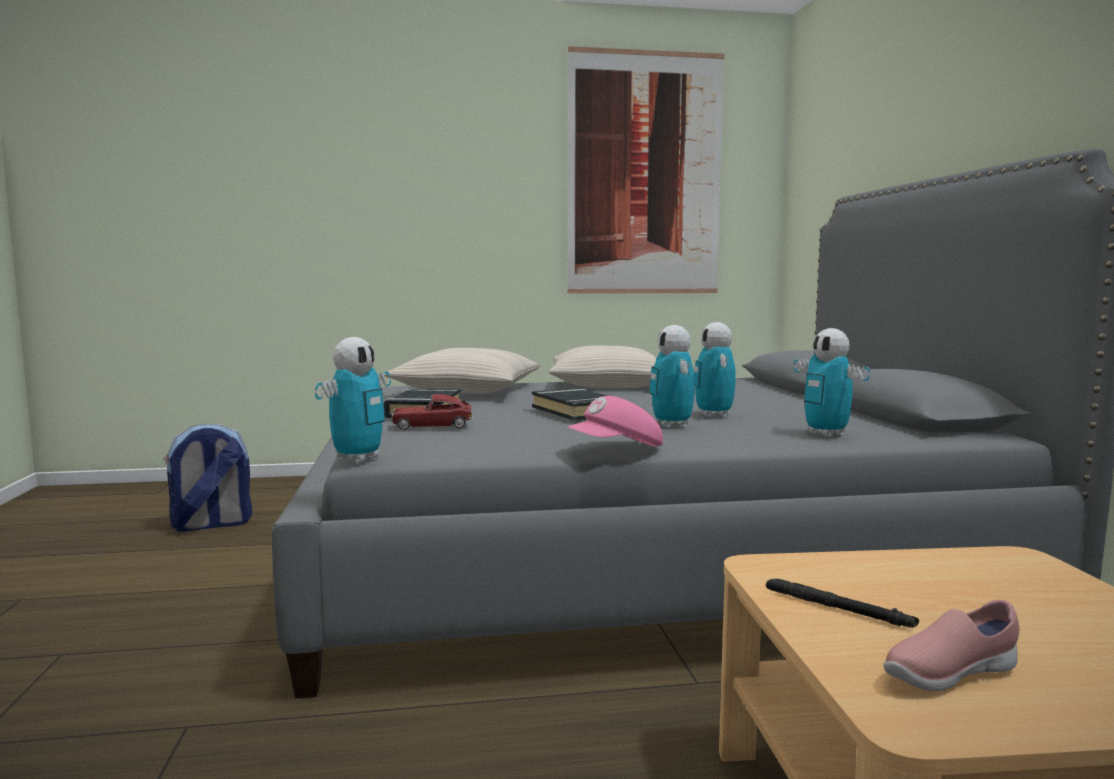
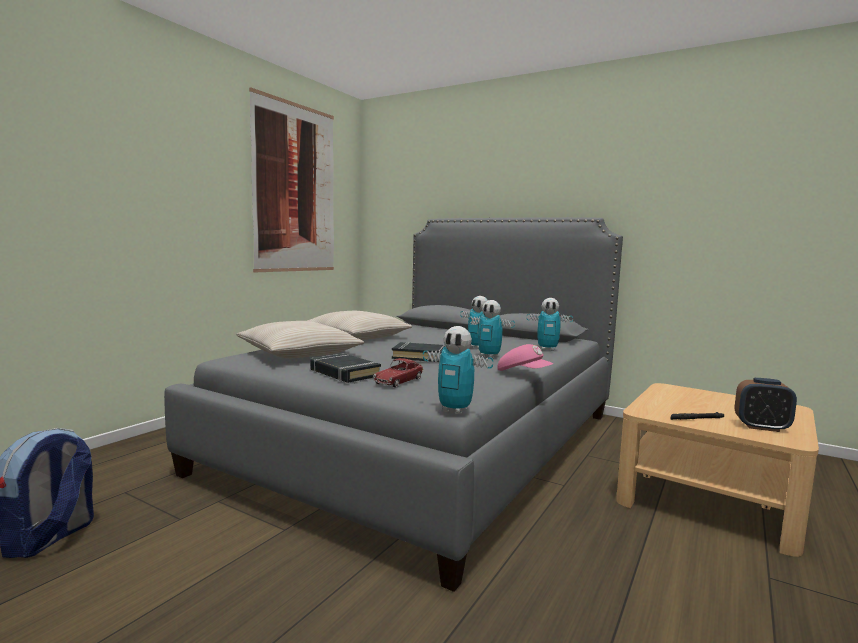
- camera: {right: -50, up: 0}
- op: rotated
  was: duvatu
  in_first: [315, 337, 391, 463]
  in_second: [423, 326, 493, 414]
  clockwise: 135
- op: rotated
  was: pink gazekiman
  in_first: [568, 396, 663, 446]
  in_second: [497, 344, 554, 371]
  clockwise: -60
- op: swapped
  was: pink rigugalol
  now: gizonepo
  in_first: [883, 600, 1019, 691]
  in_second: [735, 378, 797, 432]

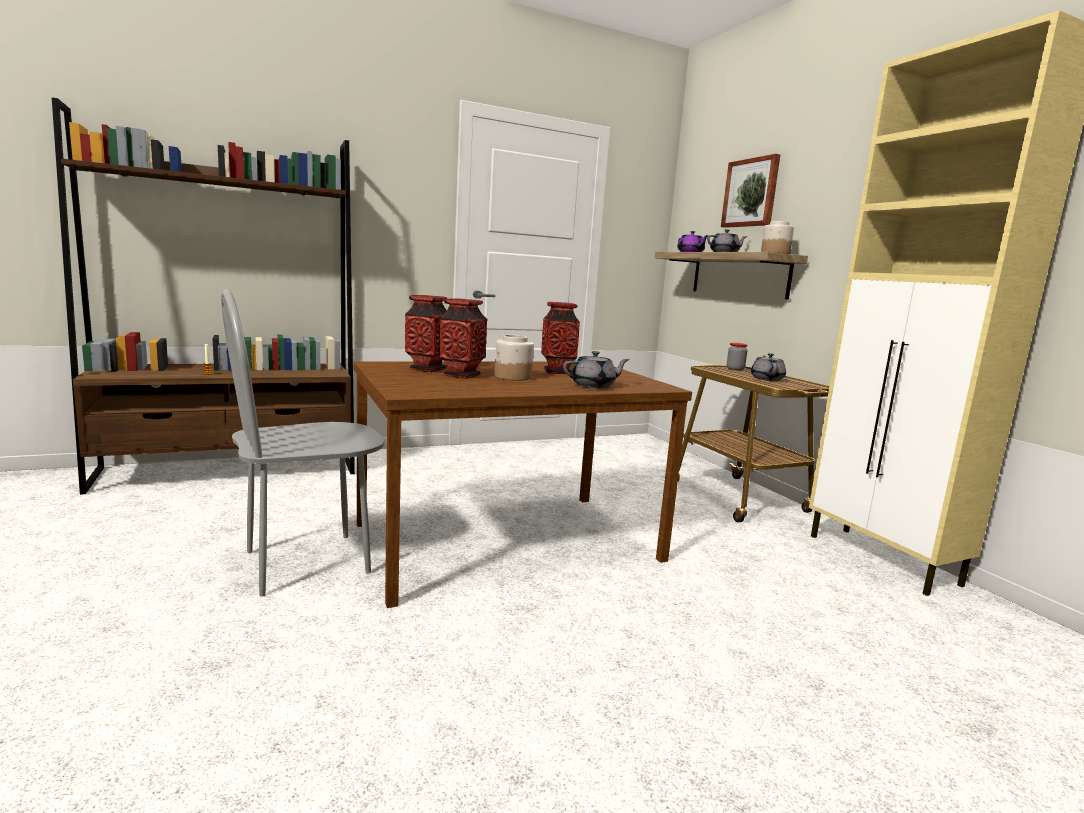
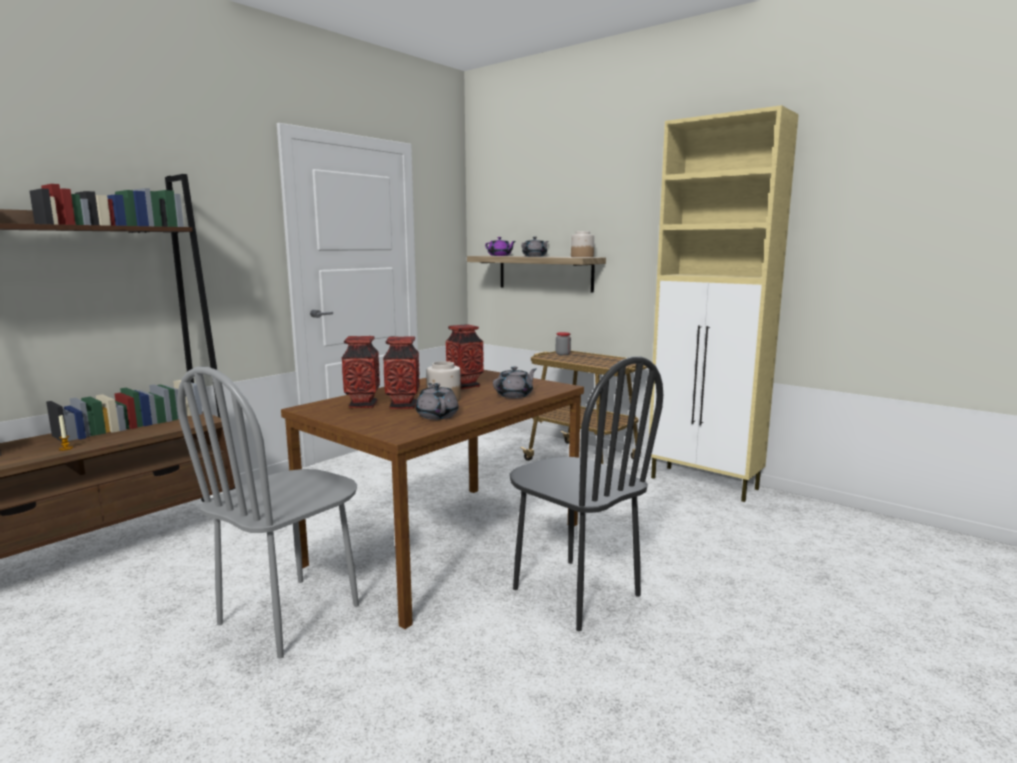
- camera: {right: -25, up: 0}
- op: gone
  was: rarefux
  in_first: [721, 154, 780, 228]
- op: shifted
  was: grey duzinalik
  in_first: [751, 353, 786, 381]
  in_second: [416, 383, 459, 420]
- op: new
  now: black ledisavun
  in_second: [510, 356, 663, 631]

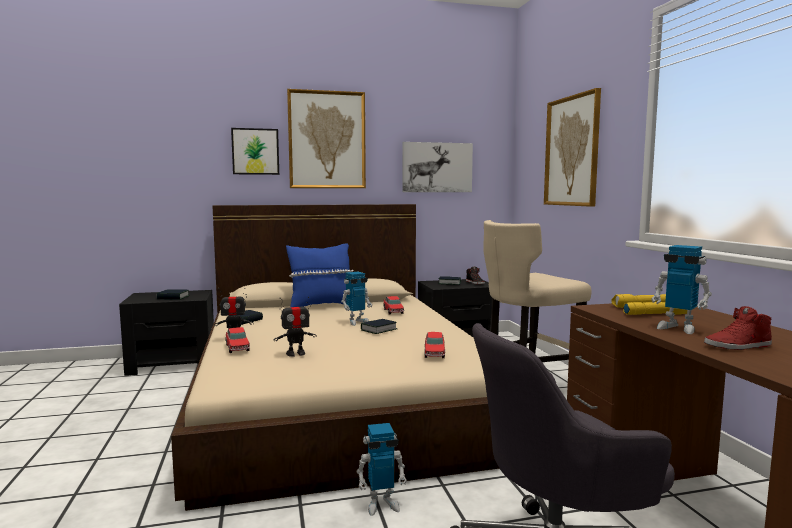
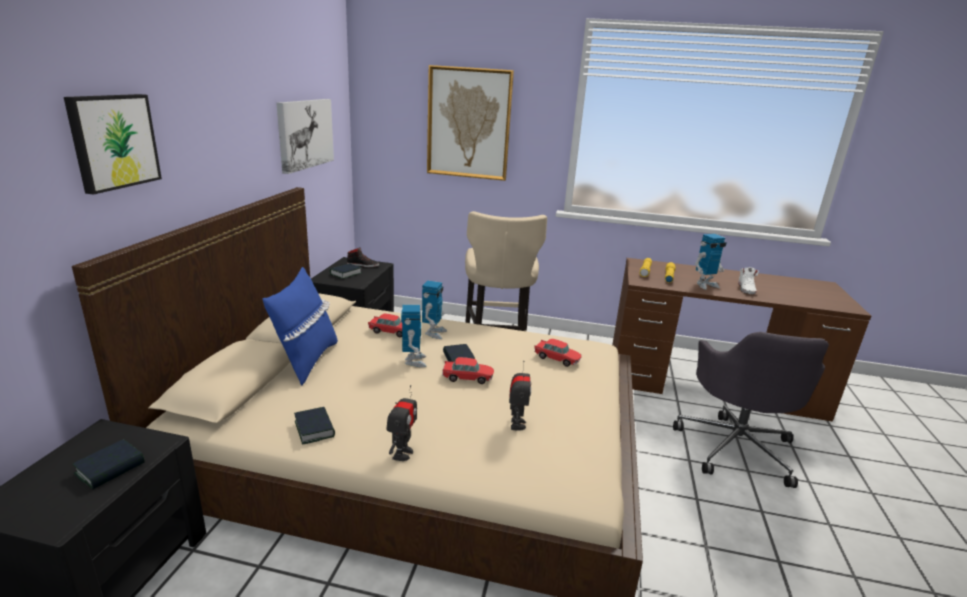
- camera: {right: -65, up: 15}
- op: shifted
  was: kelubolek
  in_first: [226, 327, 250, 353]
  in_second: [442, 357, 494, 384]
- op: gone
  was: rarefux
  in_first: [287, 89, 366, 188]
- op: shifted
  was: duvatu
  in_first: [357, 423, 407, 516]
  in_second: [422, 280, 447, 339]
- op: repainted
  was: red rigugalol
  now: white rigugalol
  in_first: [704, 306, 772, 350]
  in_second: [738, 267, 759, 294]

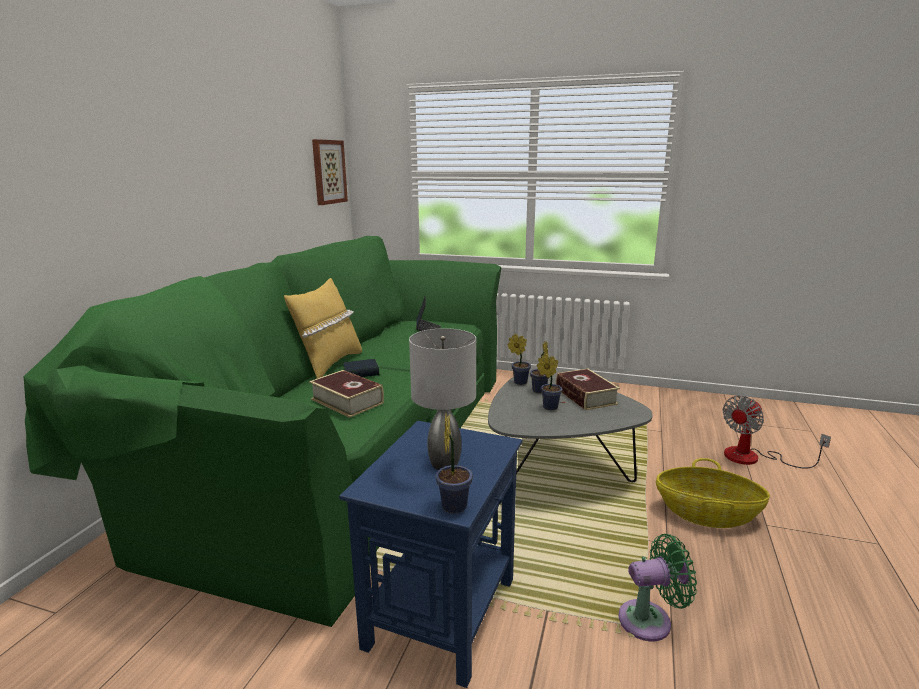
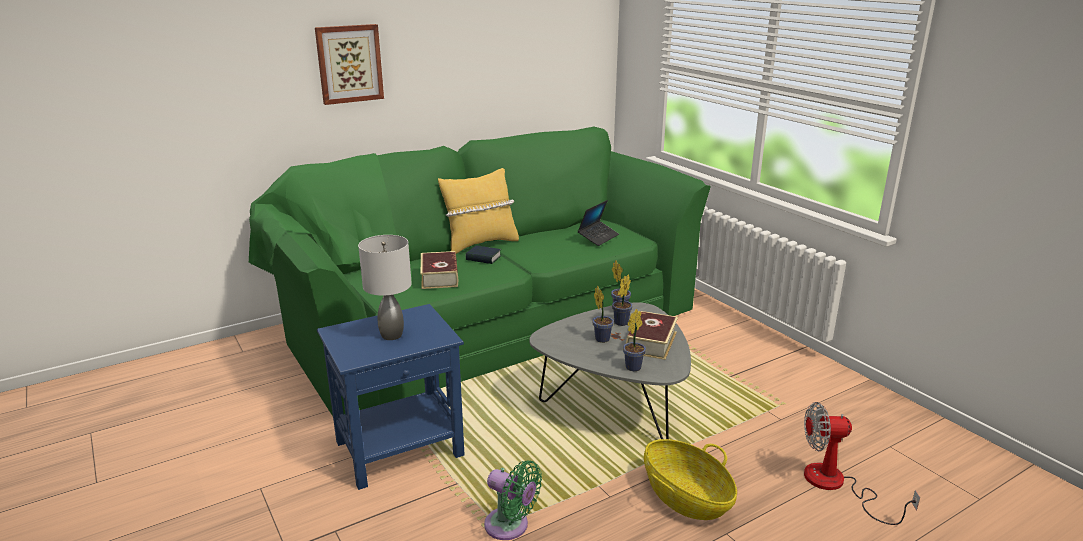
- camera: {right: 40, up: 5}
- op: shifted
  was: rarefux
  in_first: [312, 139, 348, 205]
  in_second: [315, 24, 384, 105]
- op: shifted
  was: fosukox
  in_first: [436, 414, 473, 513]
  in_second: [623, 309, 646, 371]

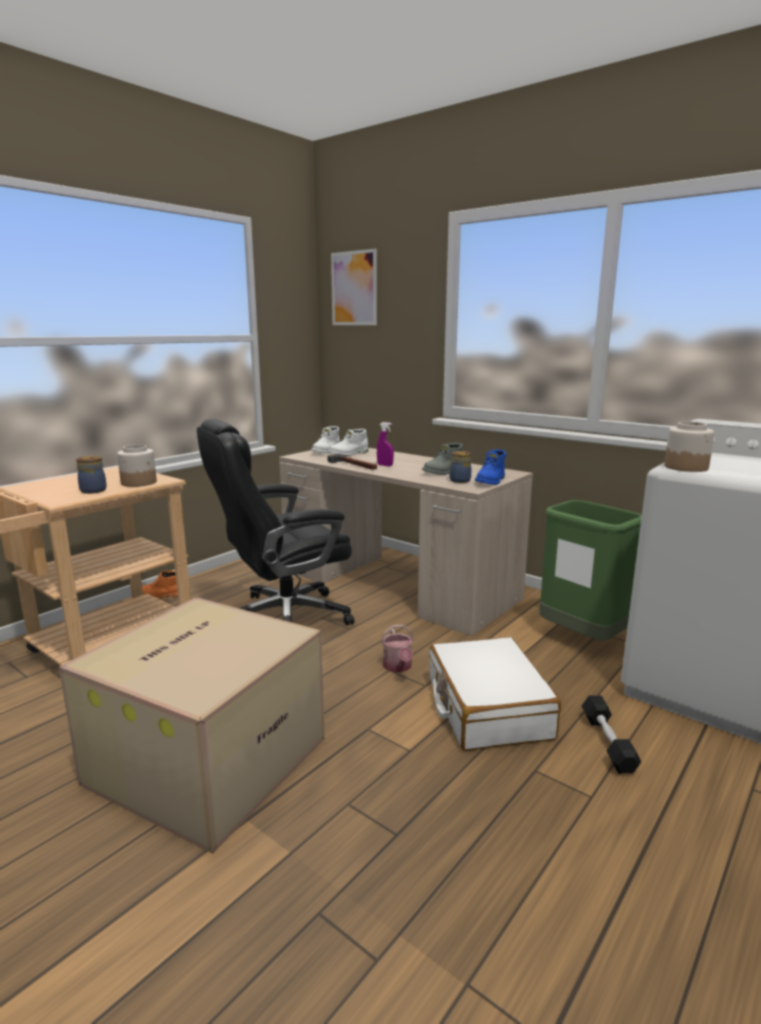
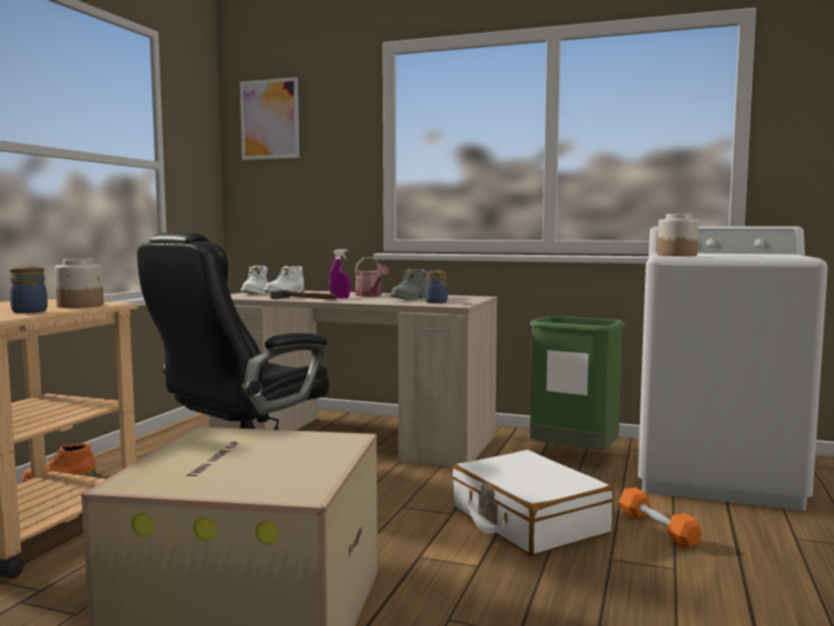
- camera: {right: -20, up: -10}
- op: shifted
  was: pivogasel
  in_first: [381, 625, 414, 673]
  in_second: [355, 257, 388, 297]
- op: gone
  was: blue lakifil
  in_first: [475, 449, 506, 485]
- op: repainted
  was: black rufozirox
  now: orange rufozirox
  in_first: [582, 695, 641, 774]
  in_second: [619, 487, 702, 548]

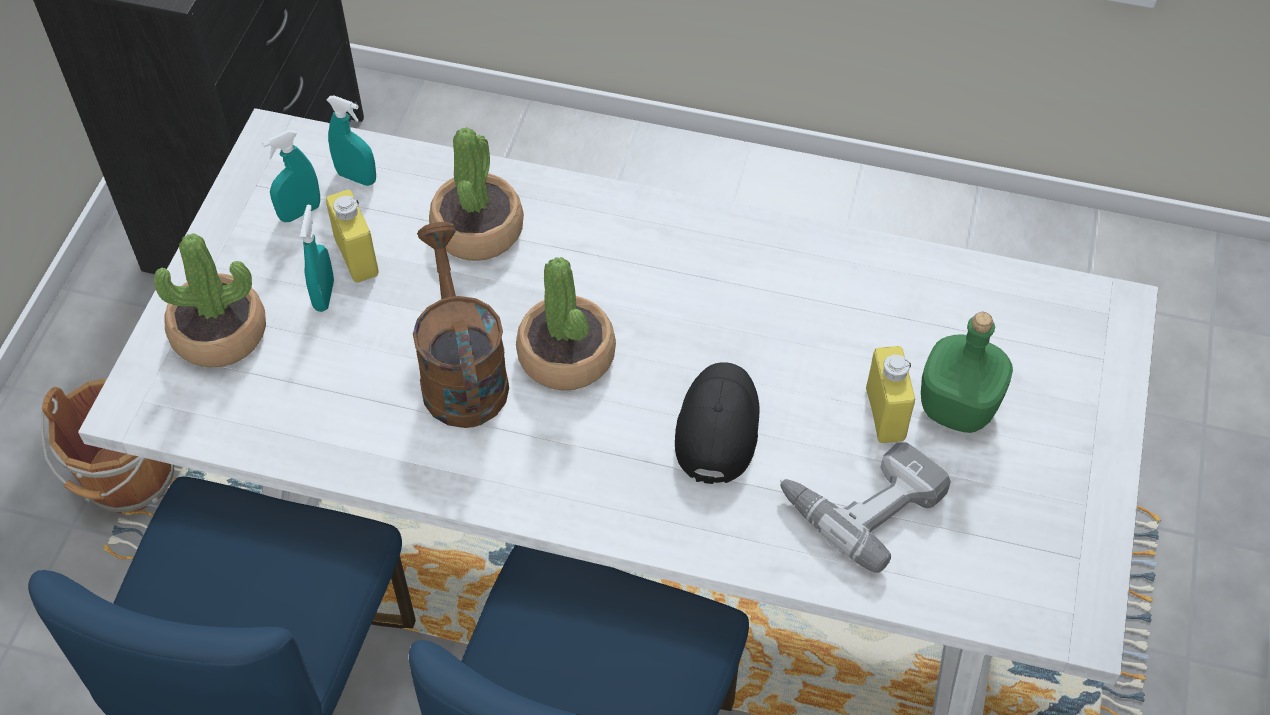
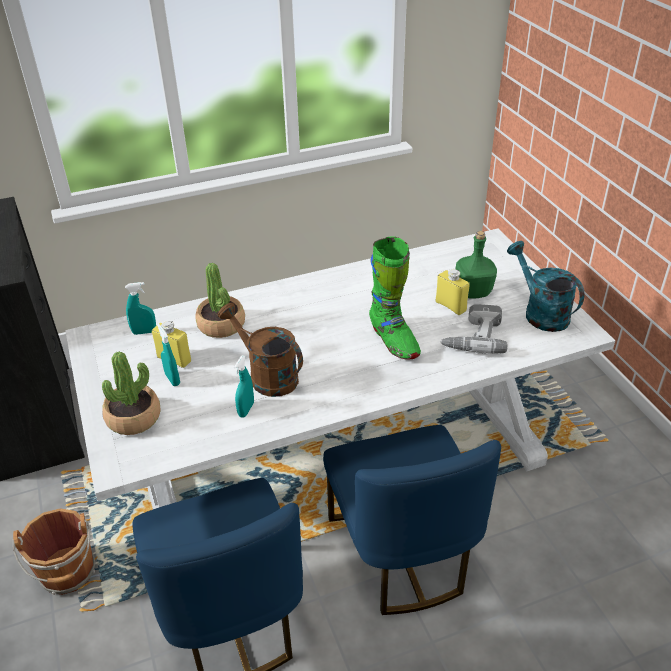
- camera: {right: -35, up: -15}
- op: shifted
  was: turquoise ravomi
  in_first: [262, 130, 320, 222]
  in_second: [234, 355, 254, 418]
- op: gone
  was: fosukox
  in_first: [516, 257, 616, 391]
- op: swapped
  was: black gazekiman
  now: green lakifil
  in_first: [675, 362, 760, 484]
  in_second: [369, 237, 421, 360]
- op: new
  now: turquoise pivogasel
  in_second: [507, 241, 584, 332]

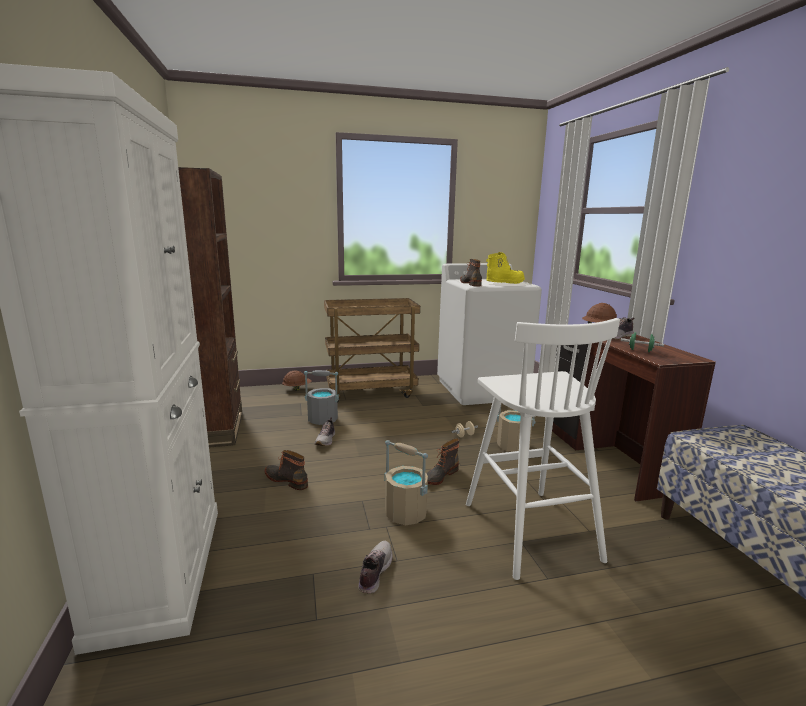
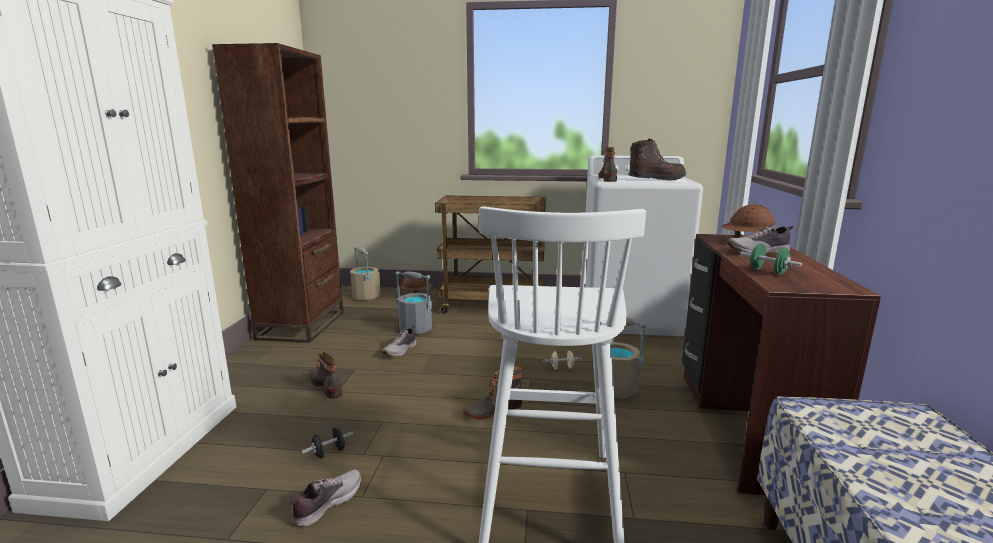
- camera: {right: 20, up: 0}
- op: shifted
  was: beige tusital
  in_first: [384, 440, 428, 525]
  in_second: [350, 246, 381, 300]
- op: repainted
  was: yellow lakifil
  now: brown lakifil
  in_first: [486, 252, 525, 284]
  in_second: [629, 139, 686, 180]
- op: new
  now: black rufozirox
  in_second: [301, 427, 354, 459]

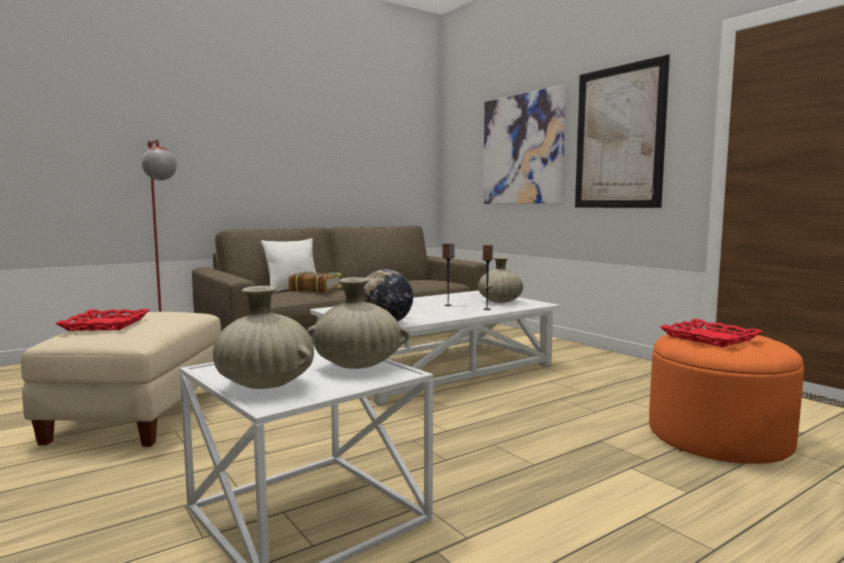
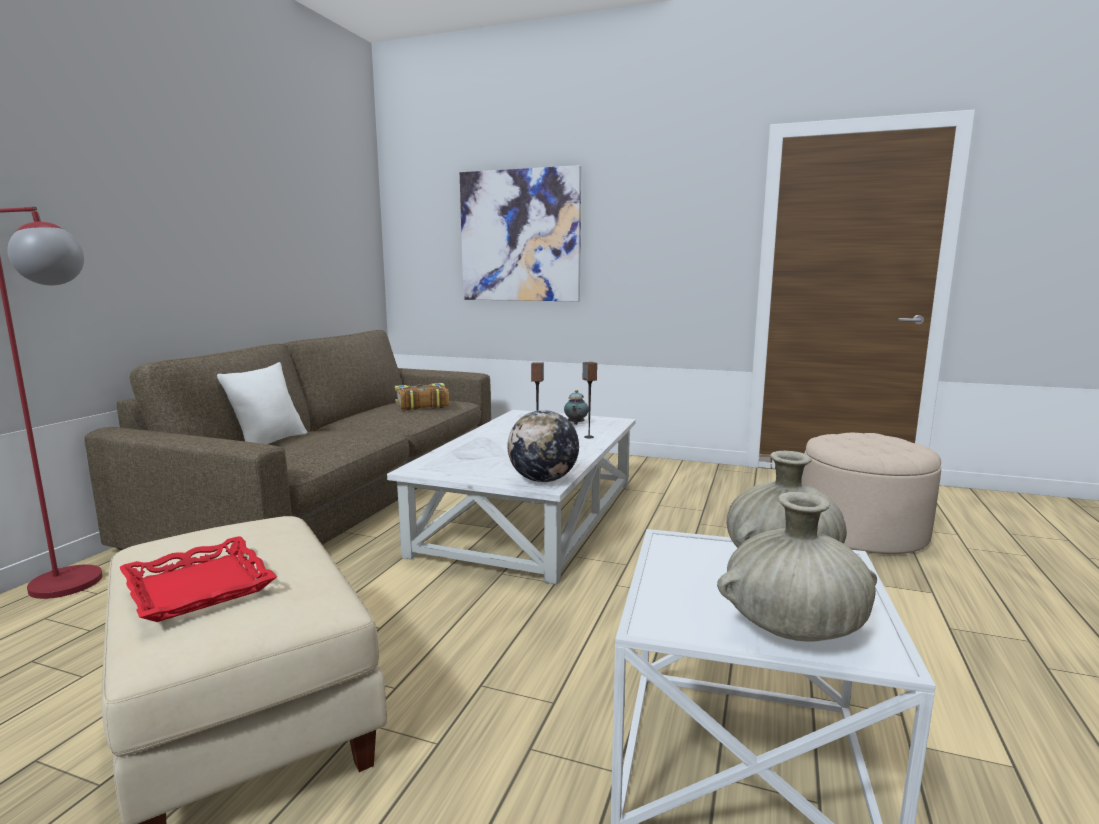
- camera: {right: -35, up: 5}
- op: shifted
  was: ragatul
  in_first: [288, 271, 342, 292]
  in_second: [395, 383, 449, 410]
- op: swapped
  was: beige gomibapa
  now: duzinalik
  in_first: [478, 257, 523, 303]
  in_second: [564, 390, 589, 425]
- op: gone
  was: rarefux
  in_first: [575, 54, 670, 208]
- op: repainted
  was: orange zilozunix
  now: beige zilozunix
  in_first: [649, 333, 804, 464]
  in_second: [801, 433, 941, 554]
- op: gone
  was: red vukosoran
  in_first: [660, 319, 763, 347]

